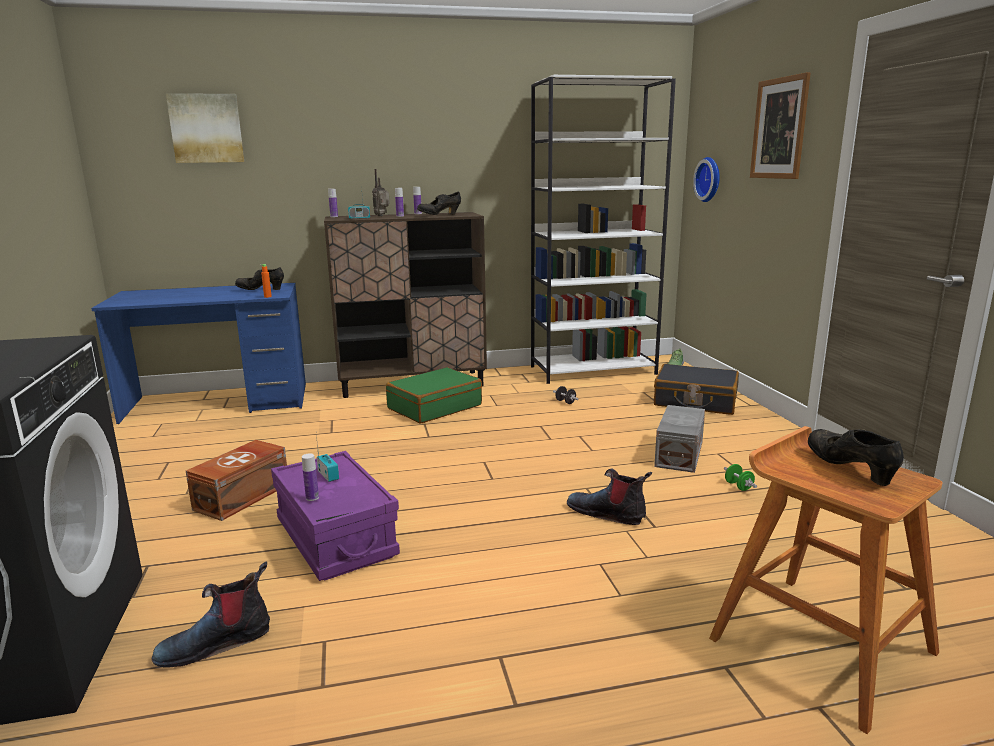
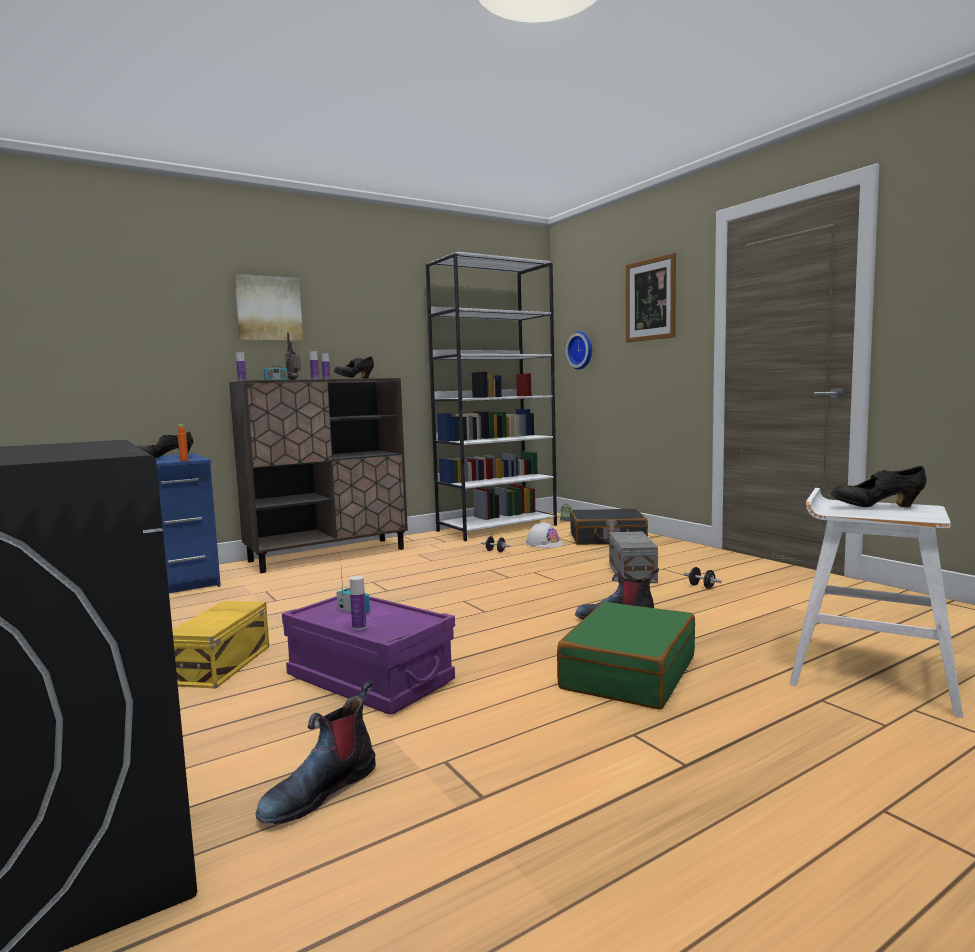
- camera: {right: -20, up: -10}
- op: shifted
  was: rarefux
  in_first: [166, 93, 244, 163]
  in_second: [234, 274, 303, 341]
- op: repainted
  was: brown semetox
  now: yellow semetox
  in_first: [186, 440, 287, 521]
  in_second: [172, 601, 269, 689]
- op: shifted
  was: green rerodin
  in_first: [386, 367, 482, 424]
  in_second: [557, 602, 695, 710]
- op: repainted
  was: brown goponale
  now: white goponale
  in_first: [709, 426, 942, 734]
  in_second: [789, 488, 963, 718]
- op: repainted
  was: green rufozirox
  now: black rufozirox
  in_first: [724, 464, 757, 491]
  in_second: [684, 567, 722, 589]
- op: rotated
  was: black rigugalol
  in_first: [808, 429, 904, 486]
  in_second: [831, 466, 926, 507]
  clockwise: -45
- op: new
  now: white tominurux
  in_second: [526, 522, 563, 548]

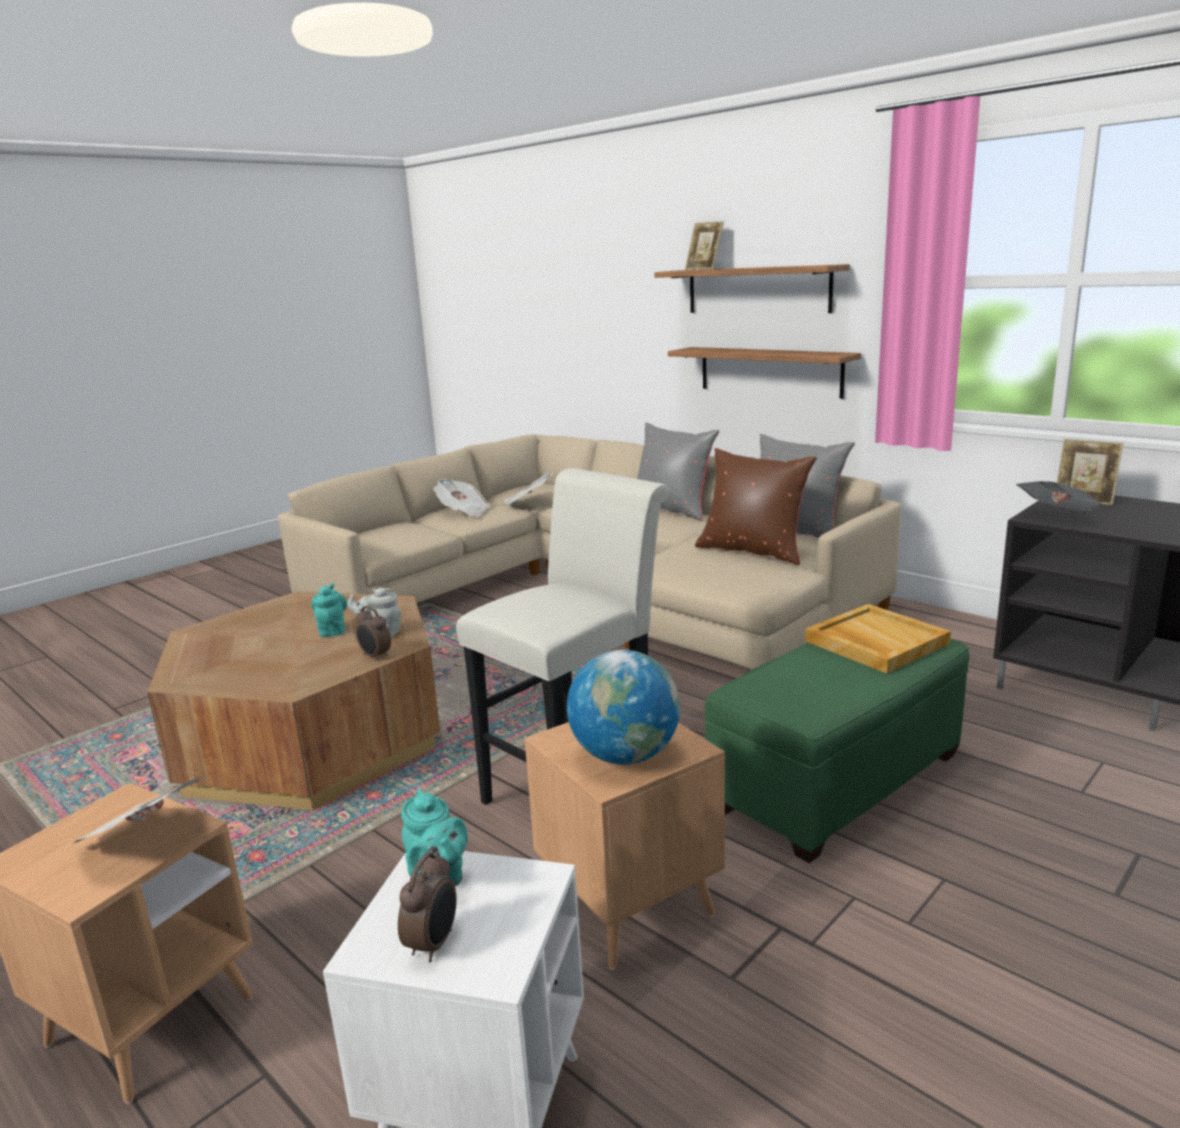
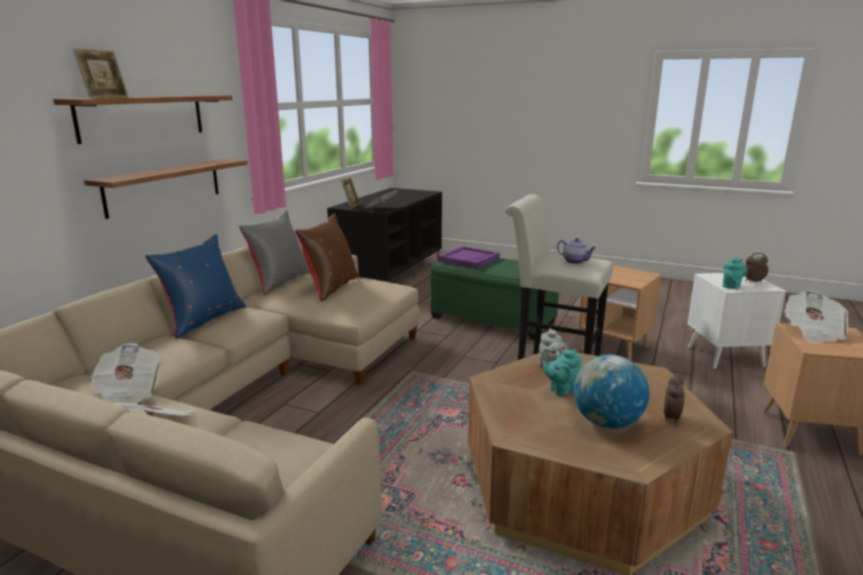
- camera: {right: -110, up: 0}
- op: shifted
  was: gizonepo
  in_first: [356, 606, 391, 661]
  in_second: [664, 374, 684, 424]
- op: shifted
  was: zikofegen
  in_first: [567, 650, 680, 765]
  in_second: [573, 355, 649, 429]
- op: repainted
  was: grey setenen
  now: blue setenen
  in_first: [637, 423, 719, 521]
  in_second: [145, 234, 246, 339]
- op: repainted
  was: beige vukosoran
  now: purple vukosoran
  in_first: [805, 604, 951, 673]
  in_second: [439, 246, 500, 269]
- op: new
  now: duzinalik
  in_second: [557, 238, 596, 264]

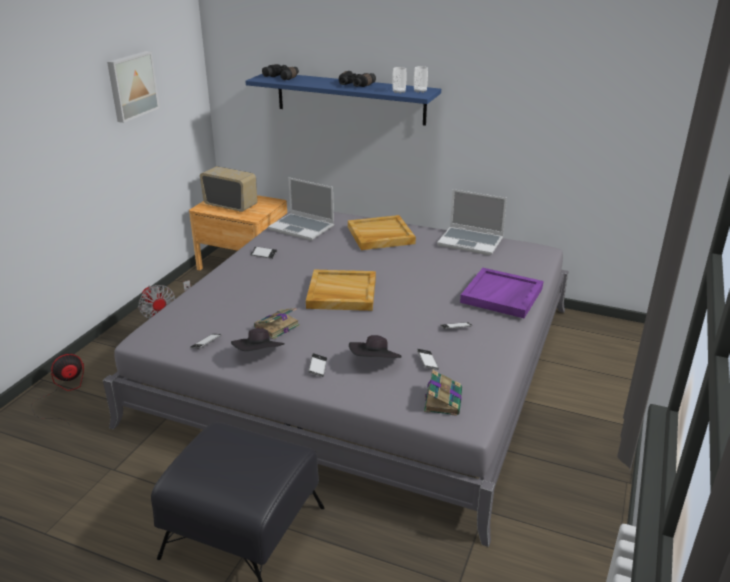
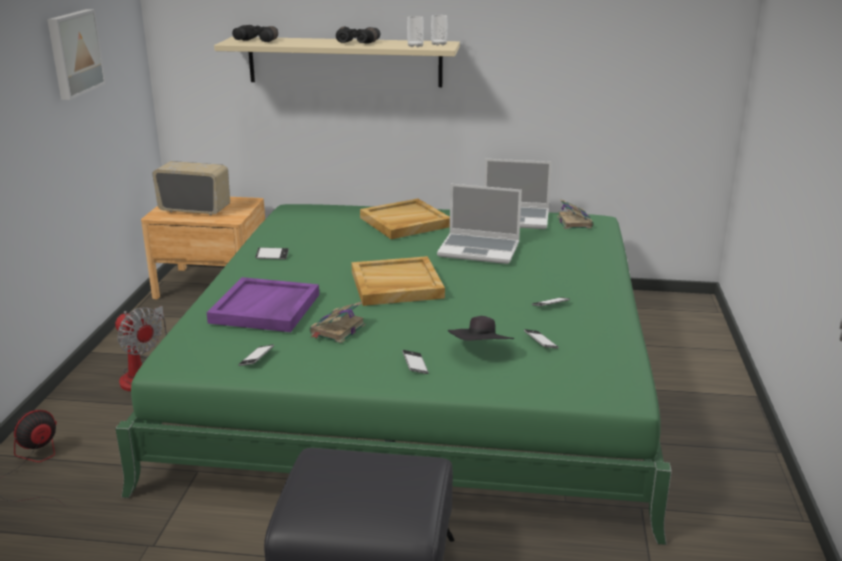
- camera: {right: -15, up: -5}
- op: repainted
  was: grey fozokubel
  now: green fozokubel
  in_first: [103, 212, 569, 547]
  in_second: [115, 204, 672, 545]
- op: gone
  was: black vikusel
  in_first: [231, 328, 285, 351]
- op: repainted
  was: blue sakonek
  now: beige sakonek
  in_first: [245, 74, 441, 126]
  in_second: [214, 37, 460, 87]
- op: shifted
  was: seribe
  in_first: [268, 177, 334, 241]
  in_second: [437, 184, 522, 264]
- op: shifted
  was: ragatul
  in_first: [424, 370, 462, 416]
  in_second: [557, 199, 594, 229]
- op: shifted
  was: purple vukosoran
  in_first: [460, 268, 544, 318]
  in_second: [206, 277, 319, 332]

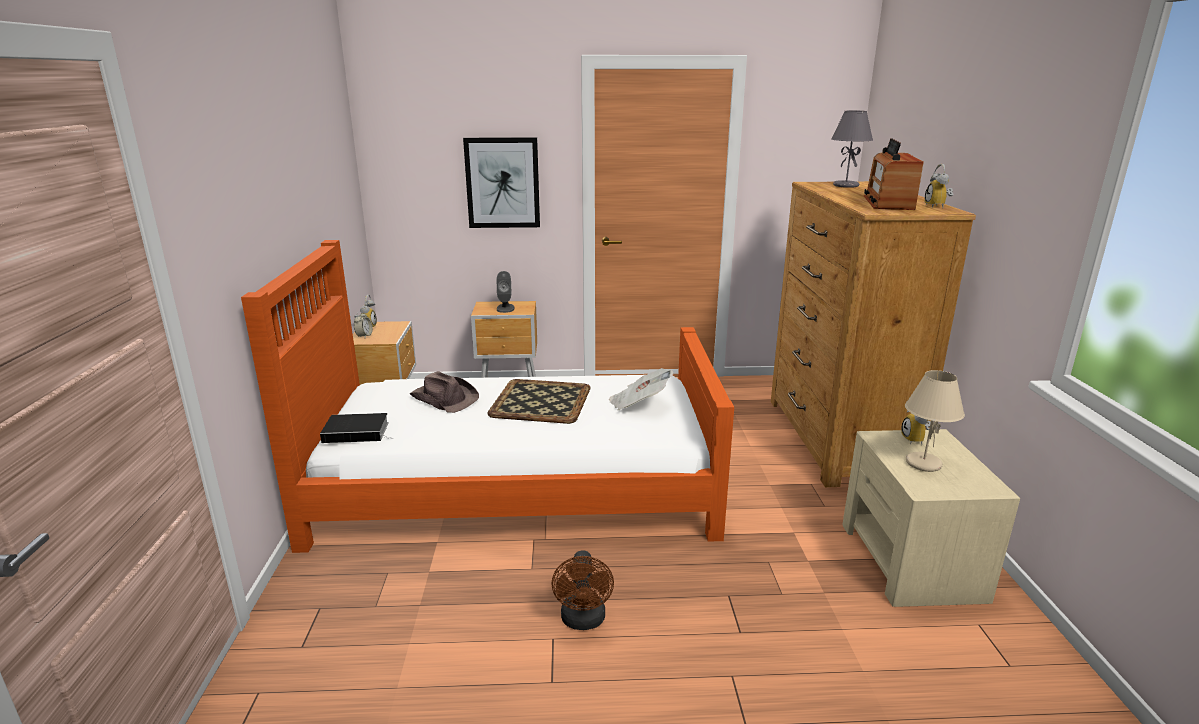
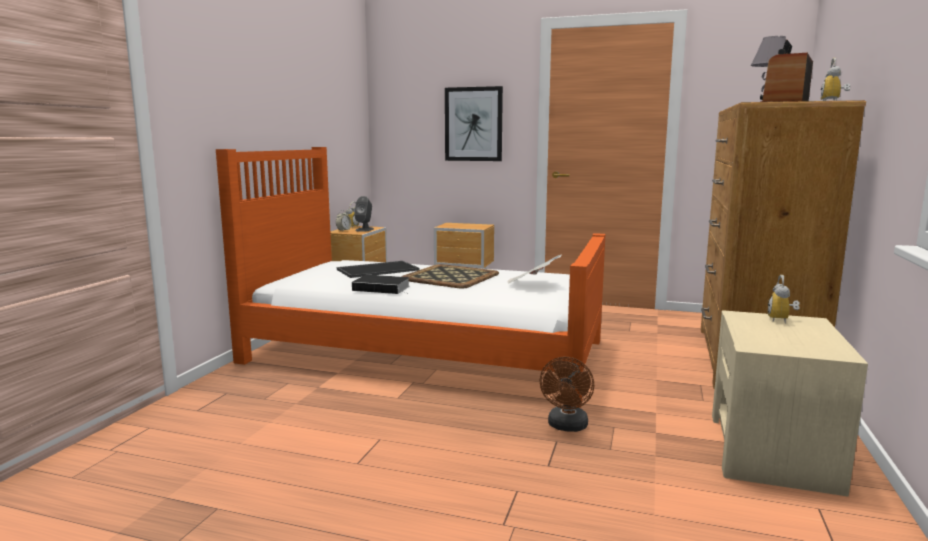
- camera: {right: 20, up: -10}
- op: shifted
  was: ragatul
  in_first: [320, 413, 391, 443]
  in_second: [352, 275, 410, 294]
- op: swapped
  was: brown vikusel
  now: vukosoran
  in_first: [410, 371, 479, 413]
  in_second: [337, 261, 419, 278]
- op: shifted
  was: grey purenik
  in_first: [496, 271, 515, 313]
  in_second: [354, 196, 374, 232]
- op: shifted
  was: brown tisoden
  in_first: [552, 550, 614, 630]
  in_second: [540, 357, 594, 432]
- op: gone
  was: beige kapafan
  in_first: [905, 370, 965, 472]

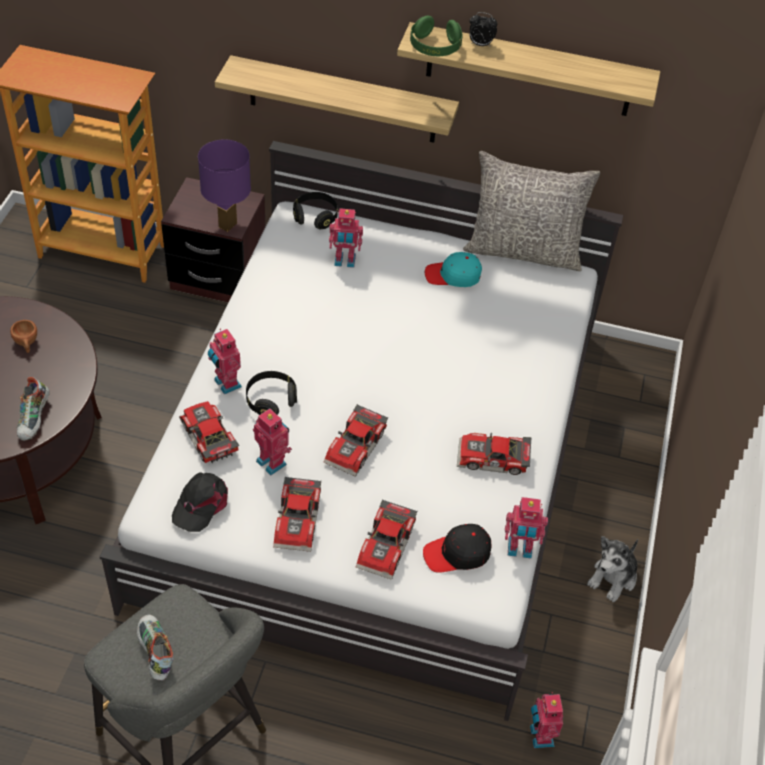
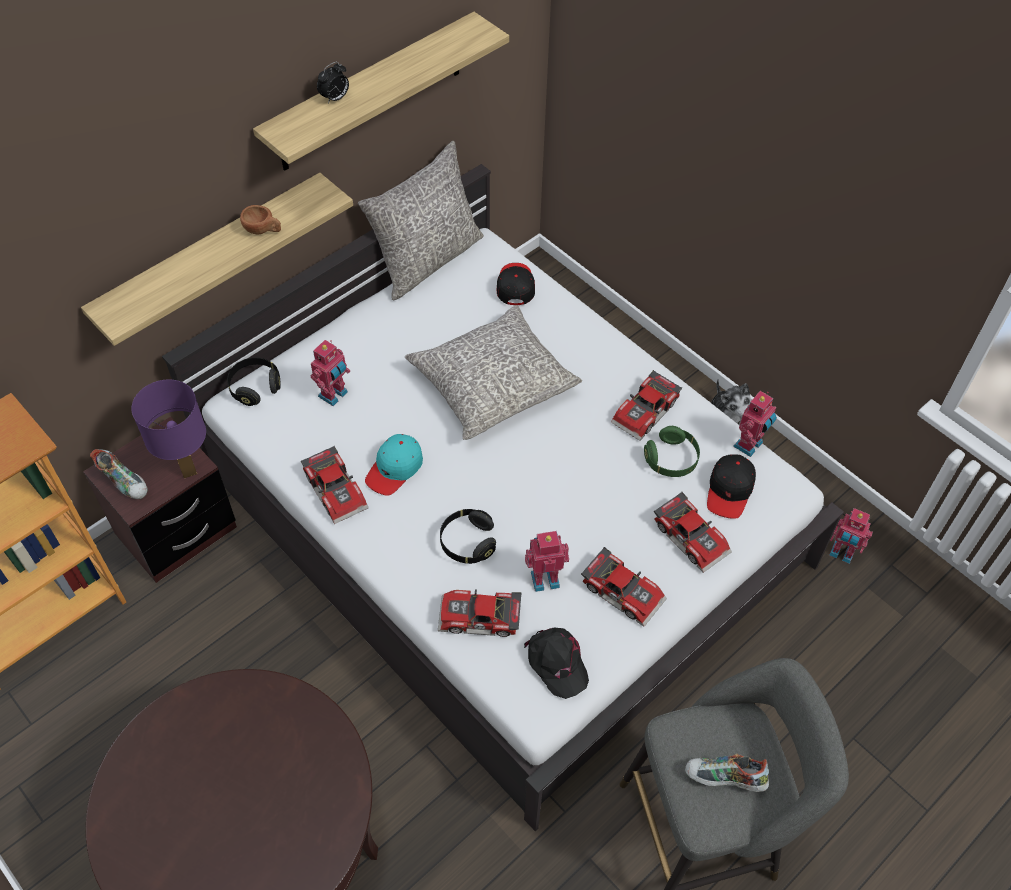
- camera: {right: -55, up: 5}
- op: shifted
  was: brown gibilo
  in_first: [10, 320, 37, 353]
  in_second: [240, 205, 281, 234]
- op: shifted
  was: rigugalol
  in_first: [17, 377, 50, 441]
  in_second: [90, 449, 148, 499]
- op: gone
  was: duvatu
  in_first: [208, 329, 242, 394]
- op: shifted
  was: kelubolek
  in_first: [324, 404, 388, 477]
  in_second: [301, 446, 368, 524]
- op: shifted
  was: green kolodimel
  in_first: [410, 16, 462, 56]
  in_second: [644, 426, 700, 477]
- op: shifted
  was: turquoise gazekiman
  in_first: [425, 252, 482, 287]
  in_second: [365, 434, 423, 496]
- op: new
  now: grey setenen
  in_second: [405, 305, 582, 440]
- op: new
  now: black gazekiman
  in_second: [497, 263, 535, 305]

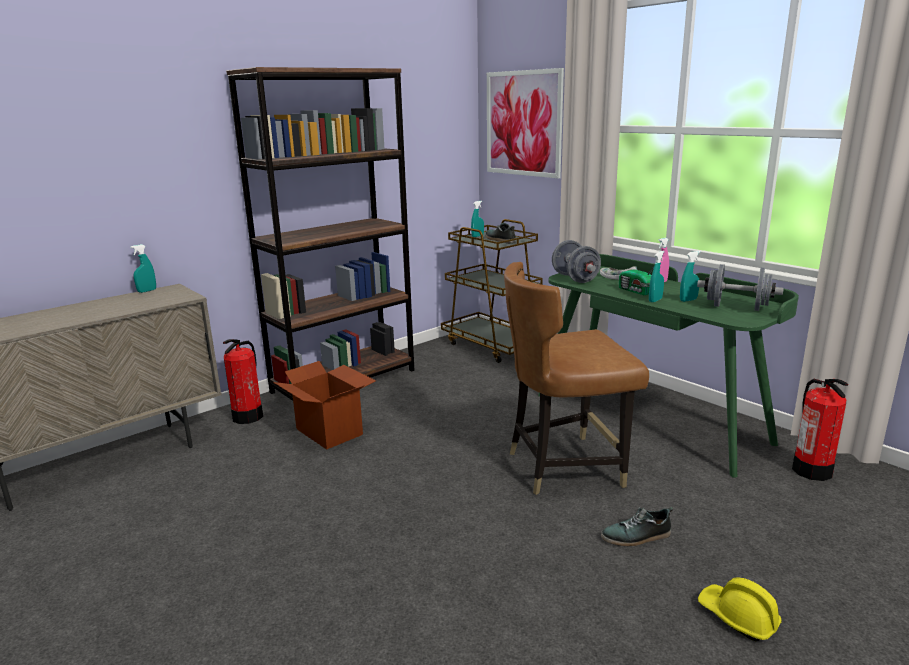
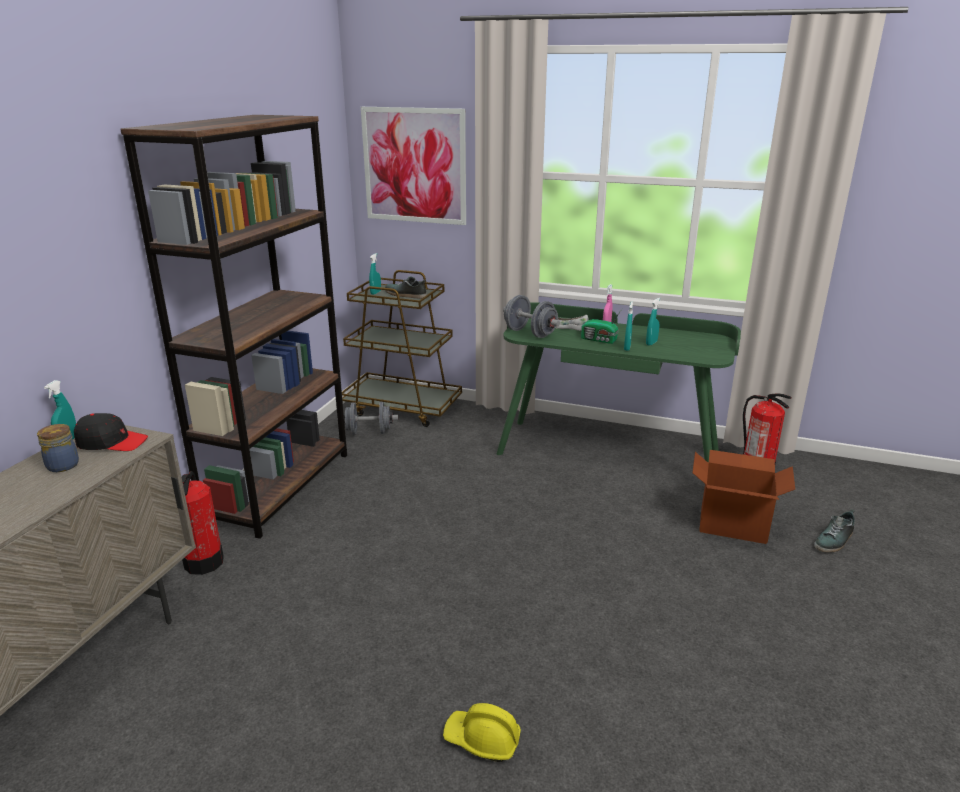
- camera: {right: -30, up: 5}
- op: shifted
  was: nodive
  in_first: [273, 361, 376, 450]
  in_second: [692, 450, 795, 544]
- op: gone
  was: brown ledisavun
  in_first: [504, 262, 649, 495]
- op: shifted
  was: rigugalol
  in_first: [601, 507, 673, 546]
  in_second: [814, 509, 855, 553]
- op: shifted
  was: grey rufozirox
  in_first: [697, 264, 784, 311]
  in_second: [337, 402, 398, 435]
- op: shifted
  was: yellow tominurux
  in_first: [698, 577, 782, 641]
  in_second: [443, 703, 521, 762]
- op: new
  now: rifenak
  in_second: [37, 424, 79, 472]
- op: new
  now: black gazekiman
  in_second: [74, 413, 148, 451]

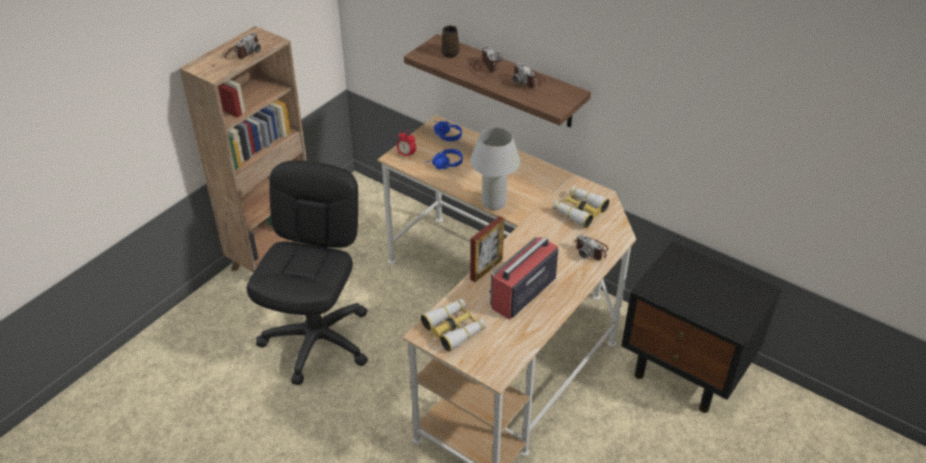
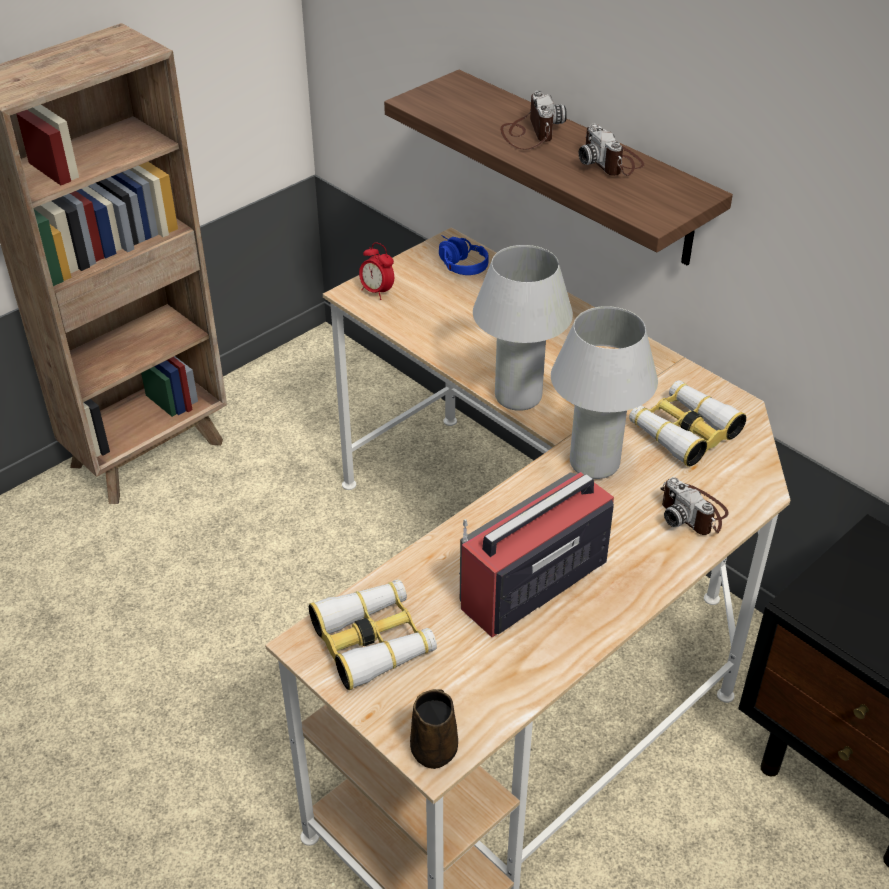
- camera: {right: 10, up: 0}
- op: gone
  was: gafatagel
  in_first: [225, 32, 261, 59]
- op: gone
  was: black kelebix
  in_first: [247, 161, 368, 385]
- op: gone
  was: blue kolodimel
  in_first: [424, 149, 463, 169]
- op: shifted
  was: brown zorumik
  in_first: [441, 25, 459, 58]
  in_second: [410, 689, 458, 769]
- op: gone
  was: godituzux
  in_first: [470, 216, 504, 282]
- op: new
  now: white kapafan
  in_second: [551, 306, 658, 479]

